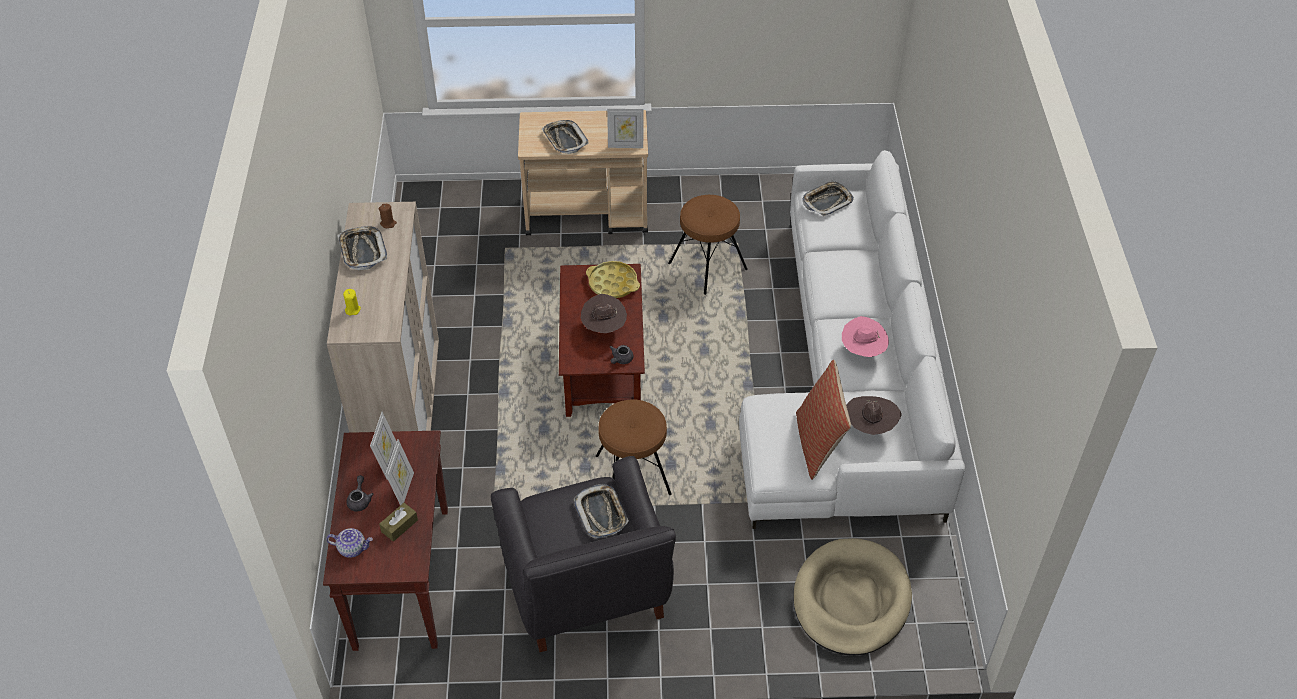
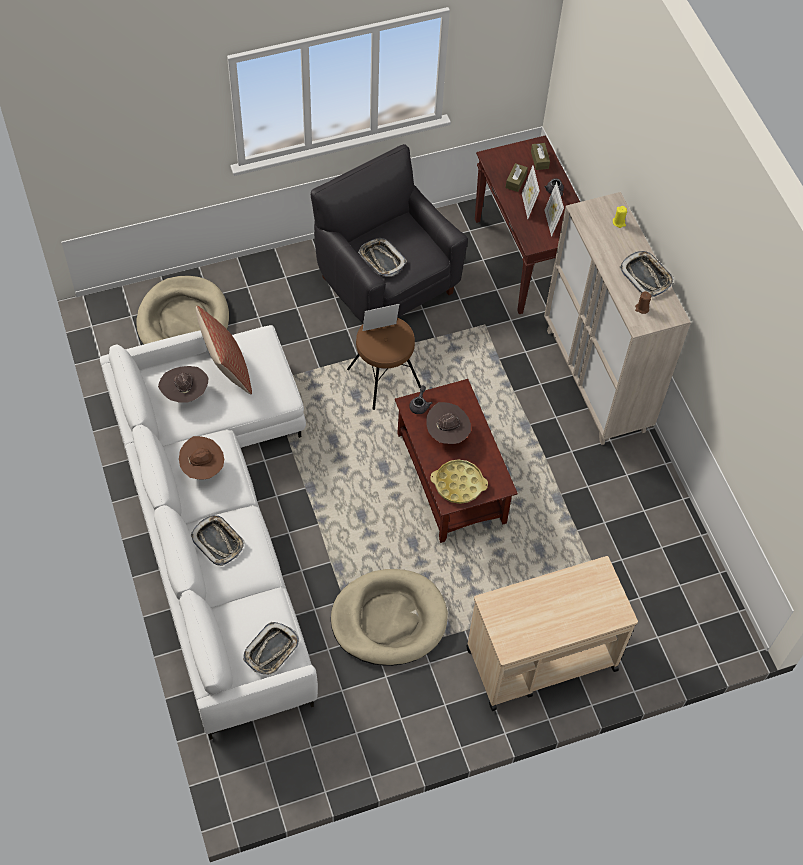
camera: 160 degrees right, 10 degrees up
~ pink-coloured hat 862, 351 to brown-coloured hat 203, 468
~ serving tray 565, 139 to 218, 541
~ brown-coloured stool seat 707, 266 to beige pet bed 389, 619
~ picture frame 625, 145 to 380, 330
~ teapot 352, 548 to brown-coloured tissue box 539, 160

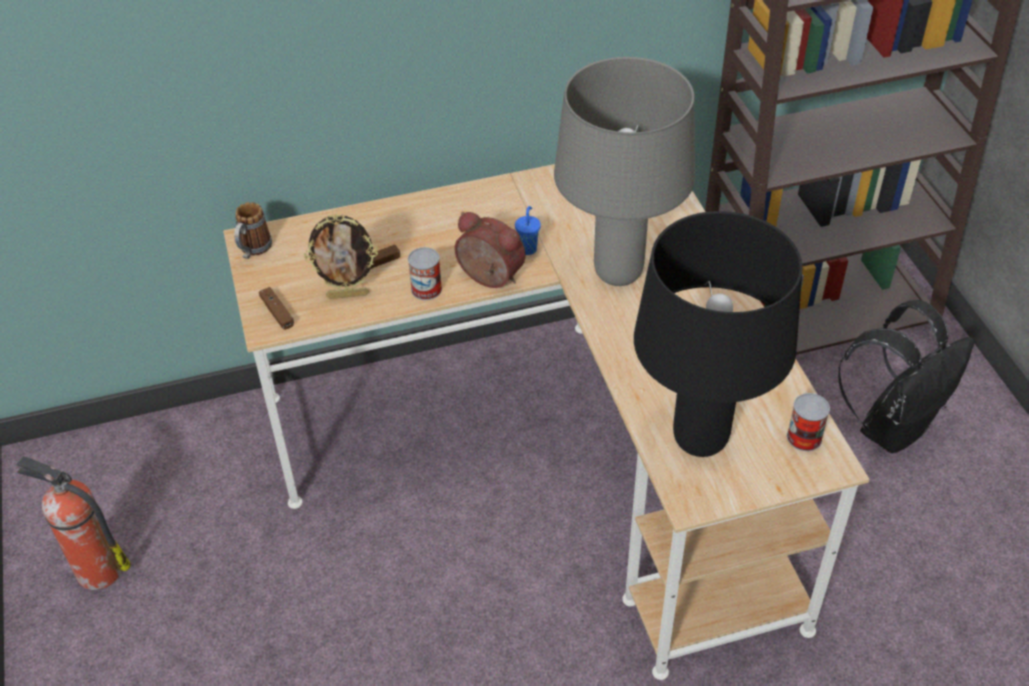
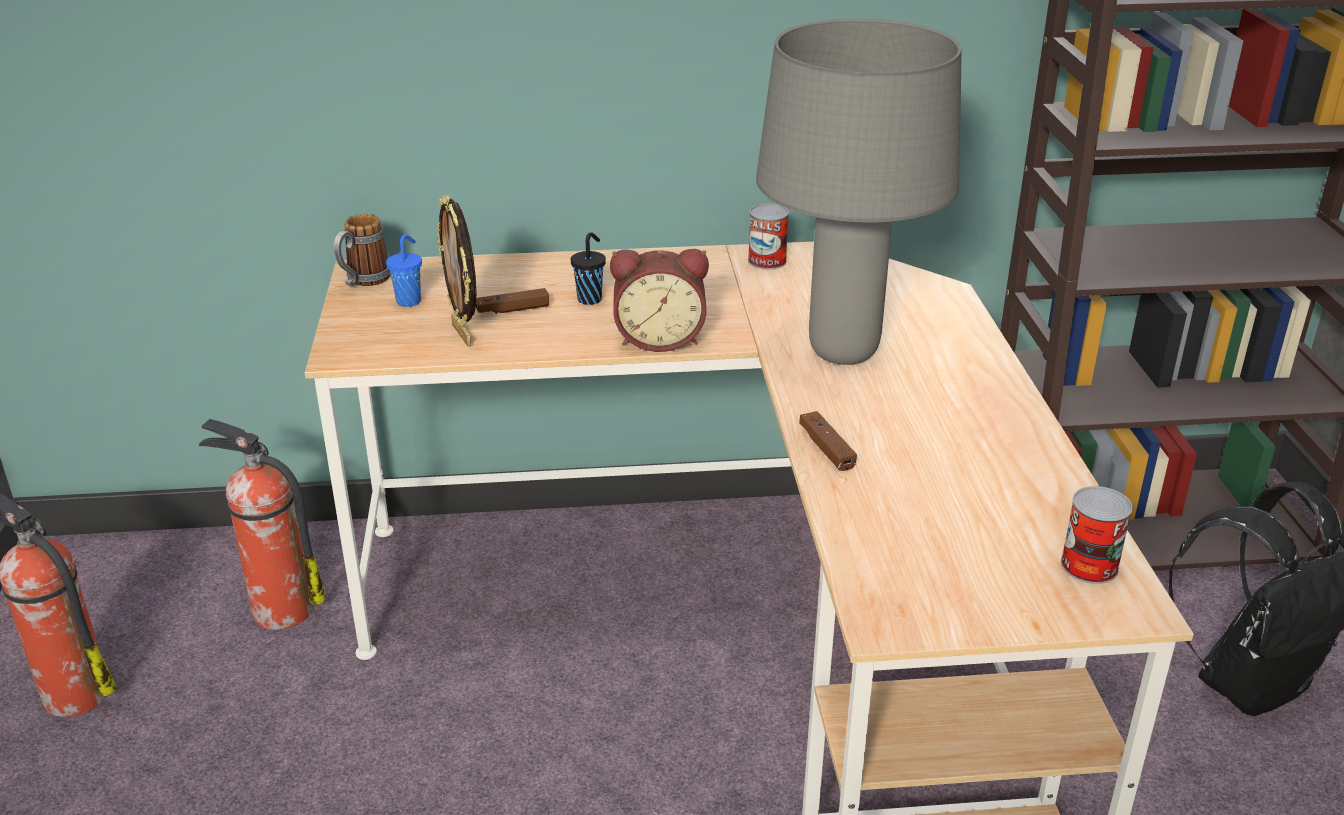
camera: 10 degrees right, 15 degrees down
+ extinguisher 279, 610
~ bluish drinking cup 528, 248 to 409, 301
~ picture frame 348, 294 = 463, 334 60 degrees clockwise
+ black drinking cup 590, 299
~ bedside clock 488, 279 = 659, 339 135 degrees clockwise
~ metal can 426, 289 to 767, 261
~ brown-coloured joypad 277, 312 to 826, 449
- black table lamp 698, 440

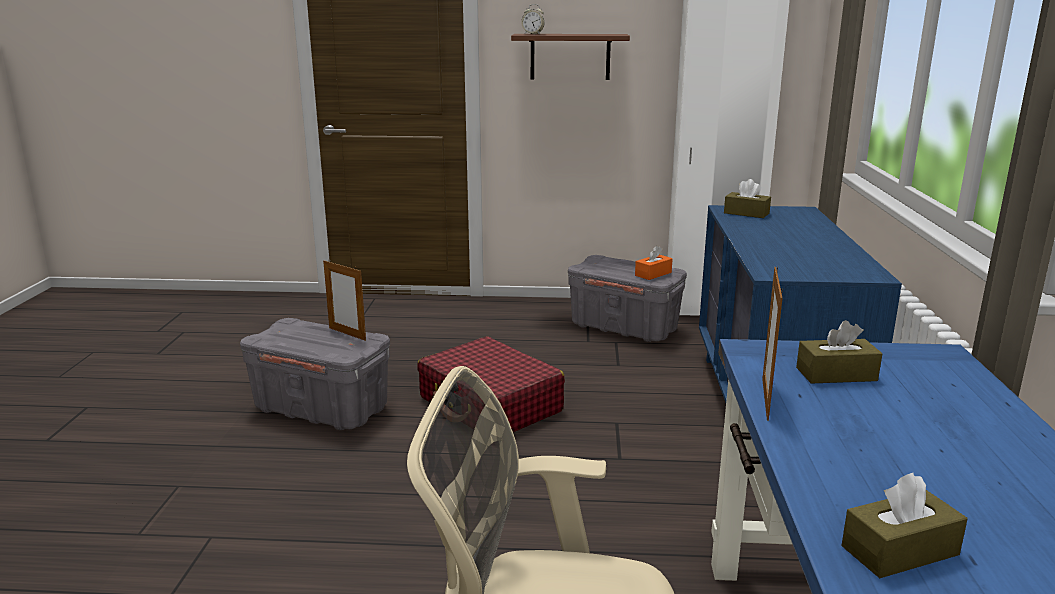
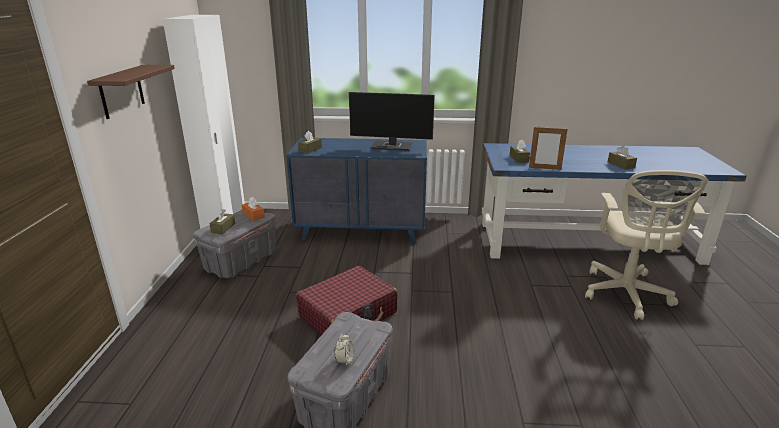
camera: 90 degrees left, 5 degrees up
+ brown-coloured tissue box 223, 228
~ bedside clock 533, 34 to 344, 360
+ computer display 393, 146
- picture frame 347, 334

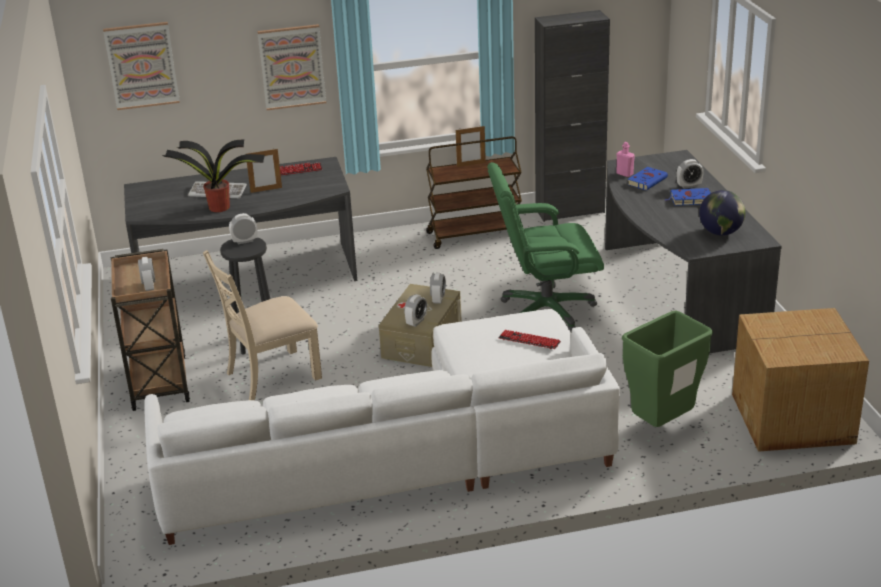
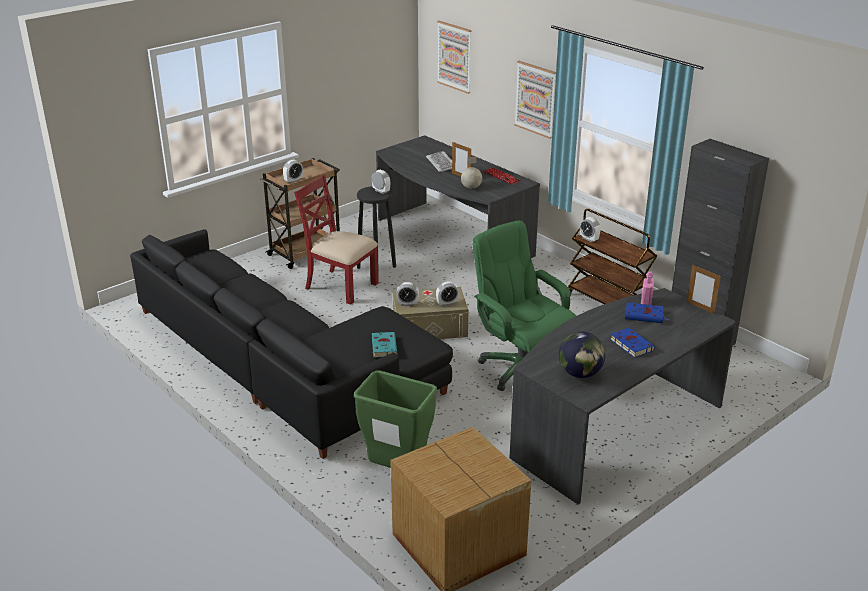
camera: 60 degrees right, 0 degrees up
~ white-coloured couch 409, 453 to black couch 283, 365
~ beige chair 272, 375 to reddish chair 340, 286
~ PC keyboard 529, 341 to turquoise volume 384, 346
+ globe 471, 187
~ bedside clock 689, 186 to 589, 239
~ picture frame 471, 164 to 700, 308
- potted plant 220, 207

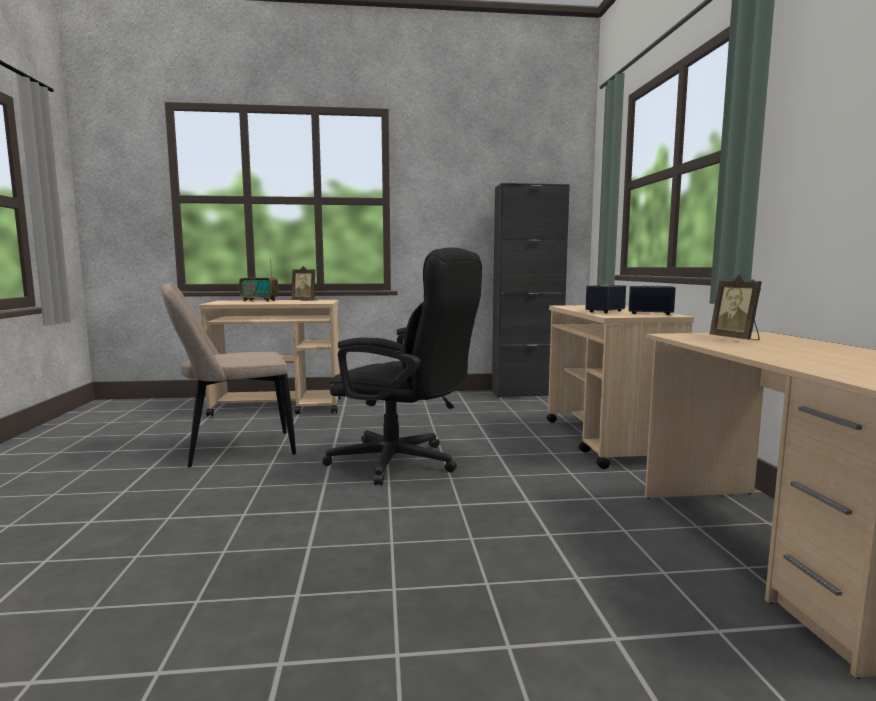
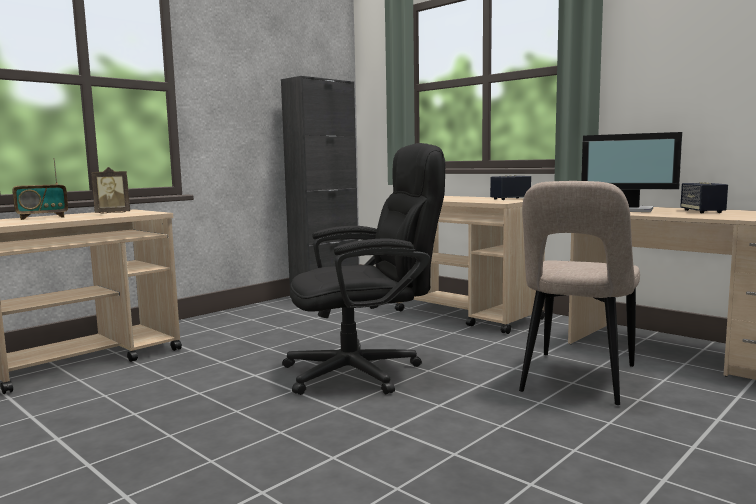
camera: 40 degrees left, 0 degrees up
~ beige chair 235, 450 to 576, 381
~ picture frame 736, 339 to computer display 630, 210
~ speaker 605, 311 to 702, 211

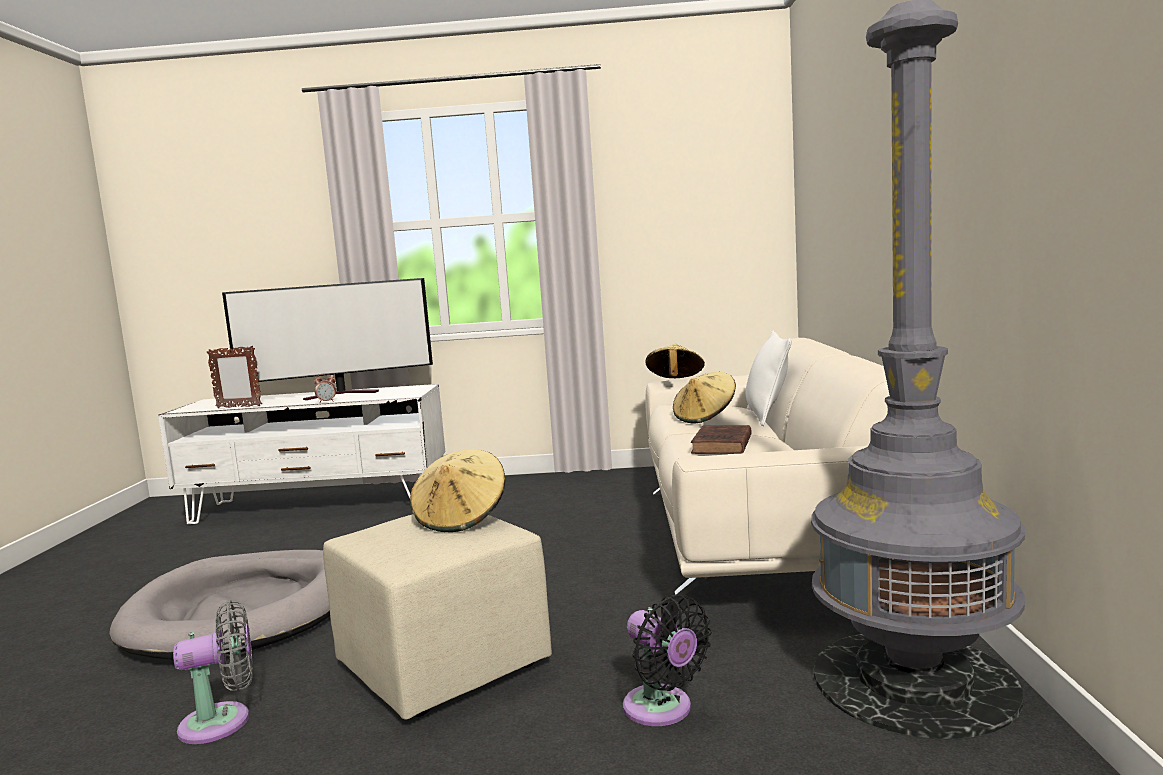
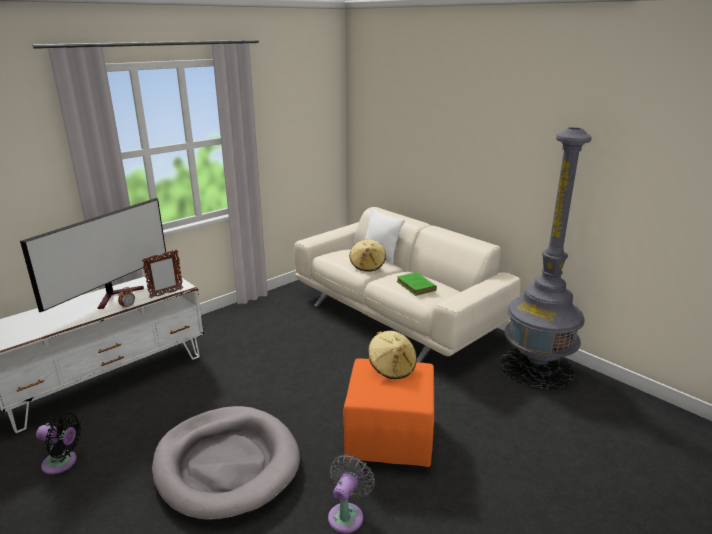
camera: 45 degrees left, 15 degrees up
~ black cooling fan 662, 710 to 62, 463
~ picture frame 238, 407 to 166, 293
~ beige pouffe 445, 666 to orange pouffe 390, 438
~ brown-coloured volume 721, 445 to green-coloured volume 416, 286
- beige hat 675, 381

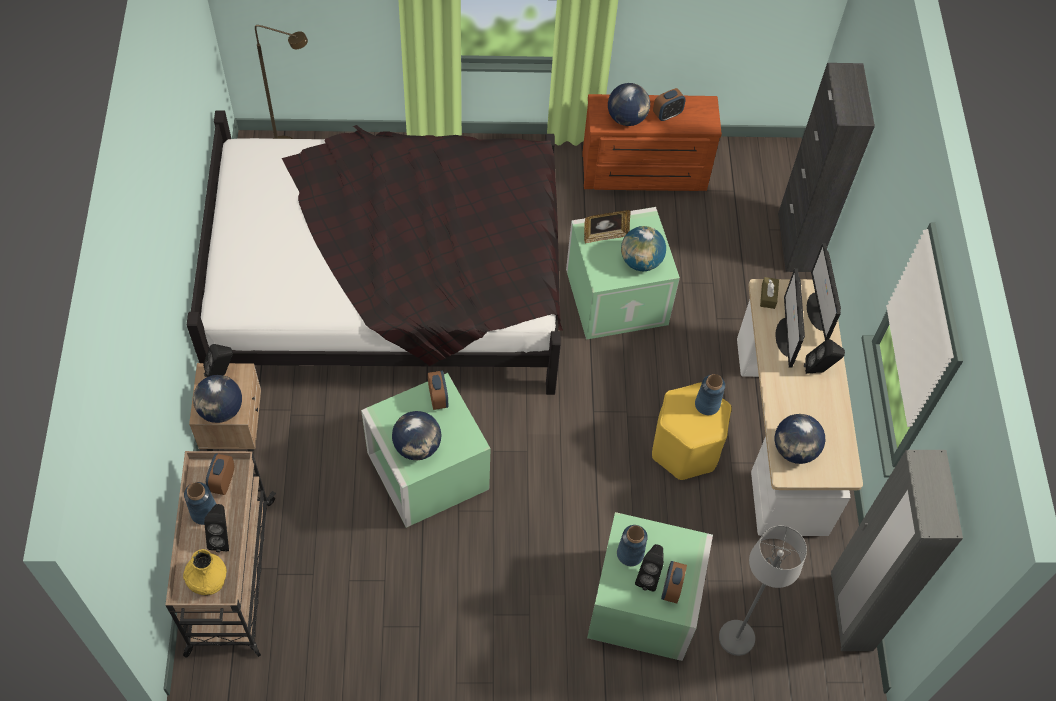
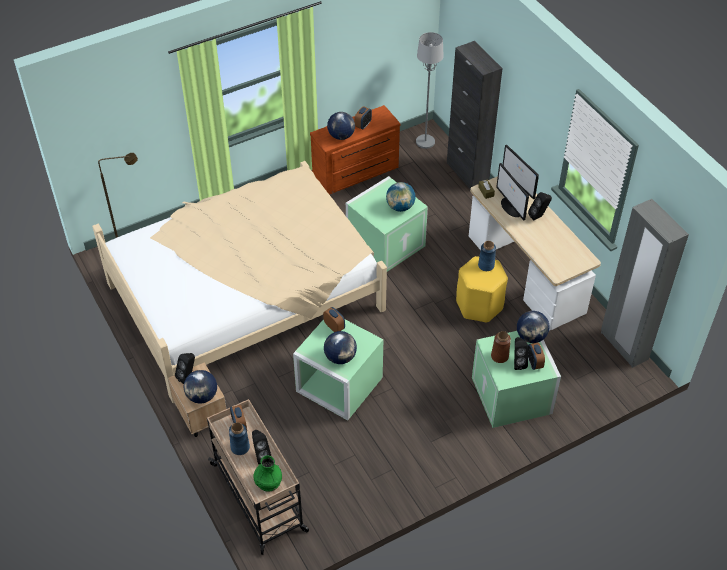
camera: 25 degrees left, 10 degrees down
~ black bedroom bed 390, 285 to beige bedroom bed 246, 295
~ yellowish vase 207, 579 to green-coloured vase 268, 481
~ gray floor lamp 736, 637 to 425, 142
~ bluish vase 630, 554 to brown-coloured vase 499, 356
~ globe 795, 450 to 531, 337
- picture frame 605, 236

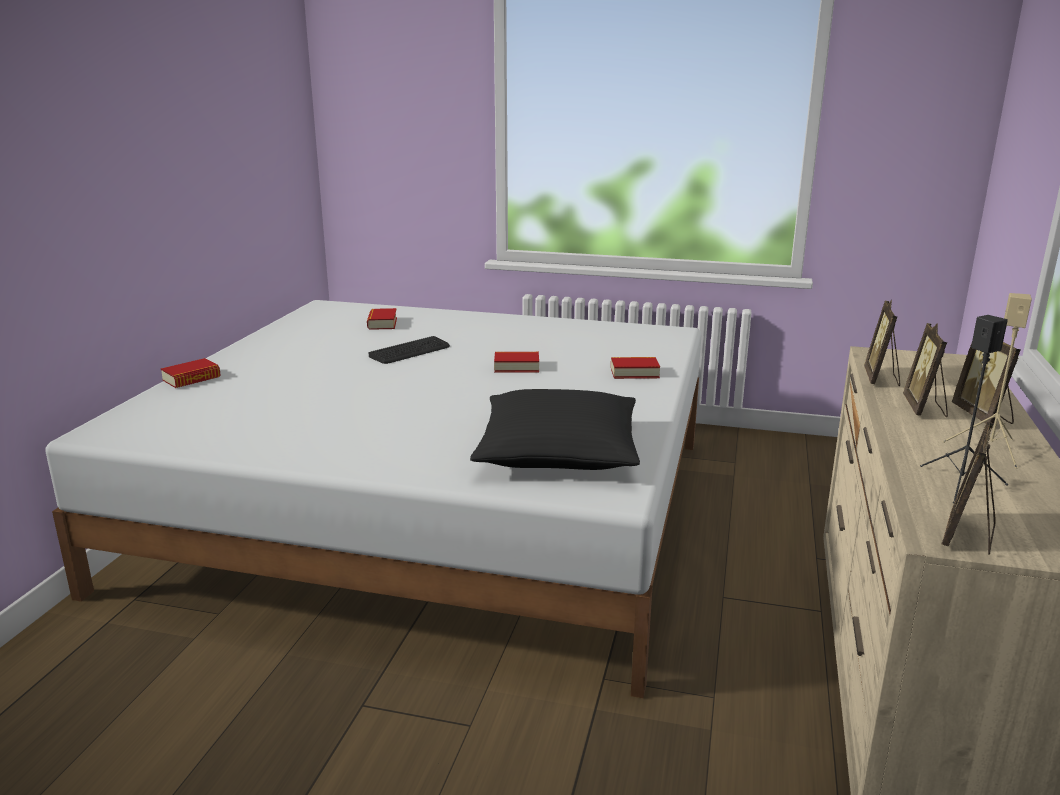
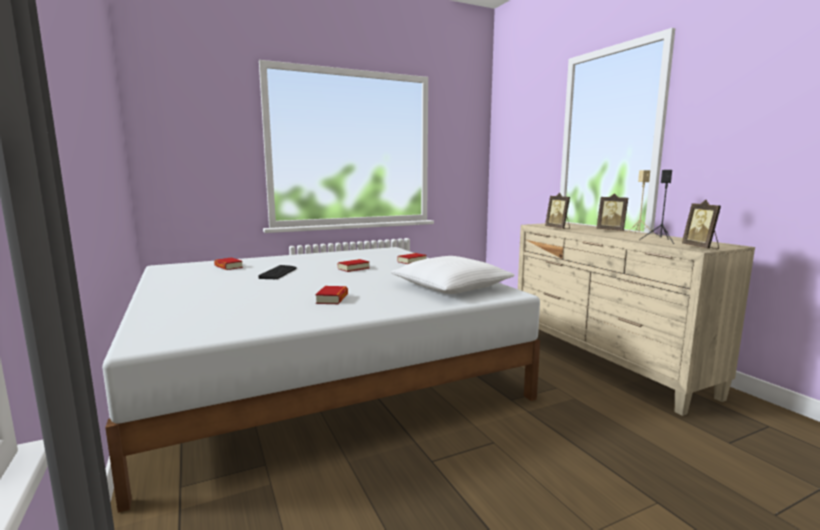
camera: 40 degrees left, 10 degrees down
~ volume 191, 378 to 332, 299
~ black cushion 558, 450 to white-coloured cushion 451, 287
- picture frame 924, 408

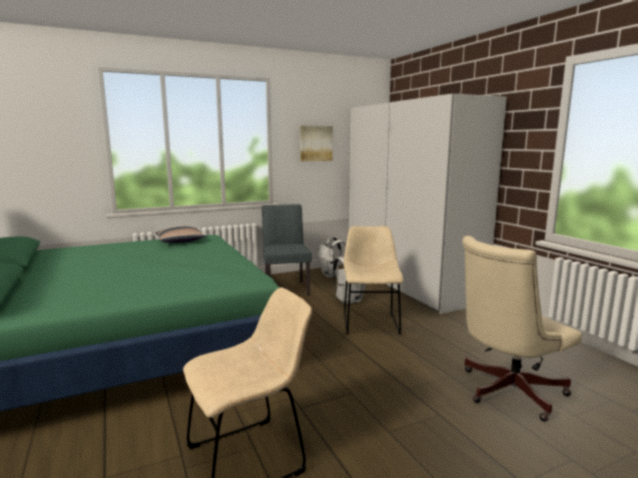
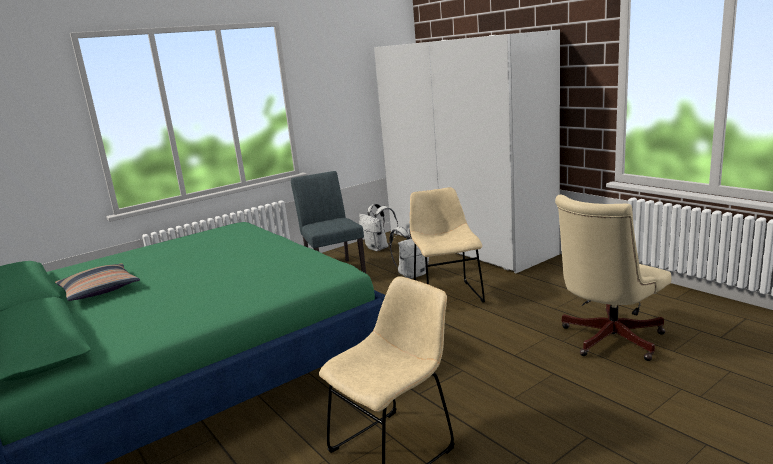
camera: 10 degrees left, 5 degrees up
~ cushion 180, 241 to 99, 290
- wall art 316, 143

